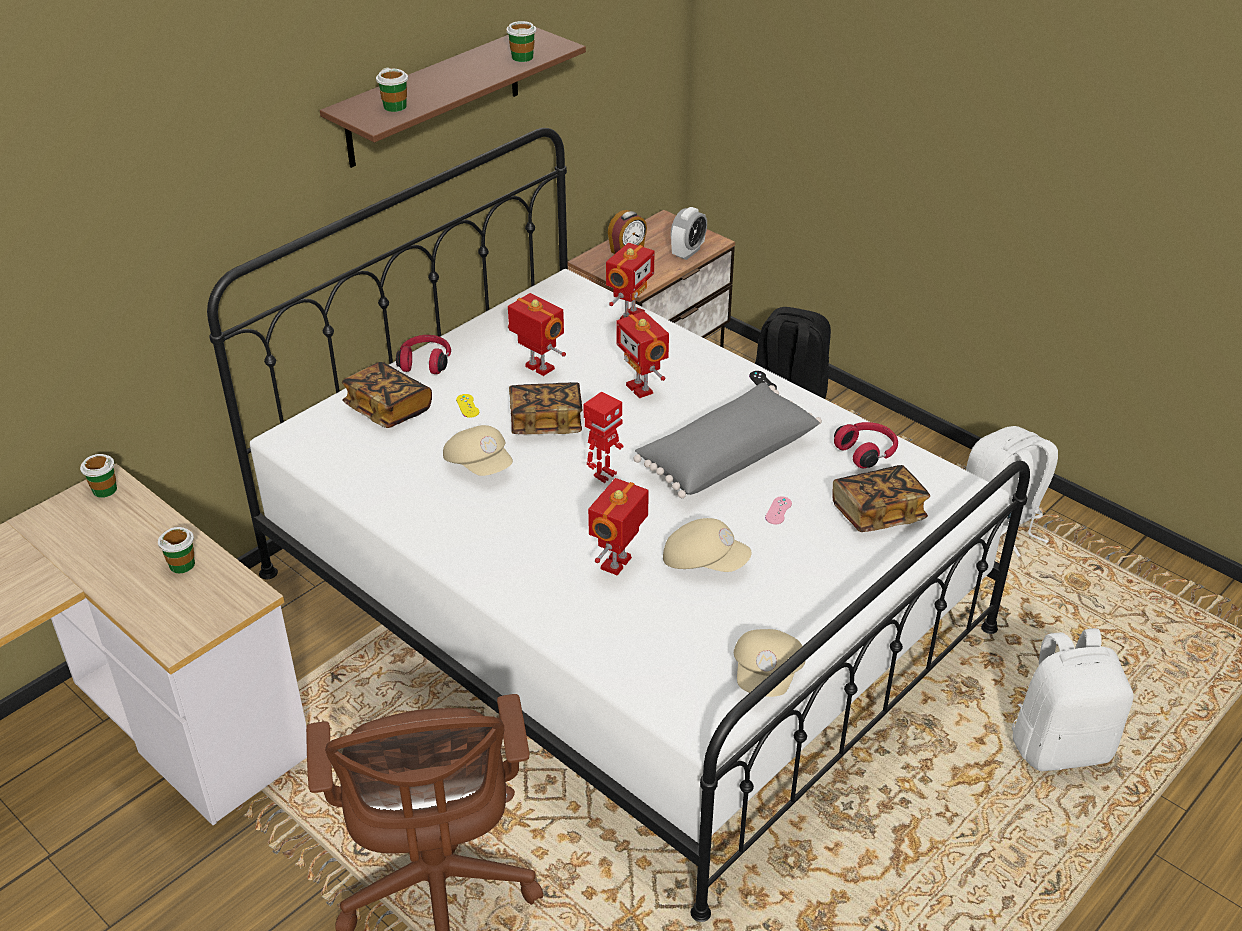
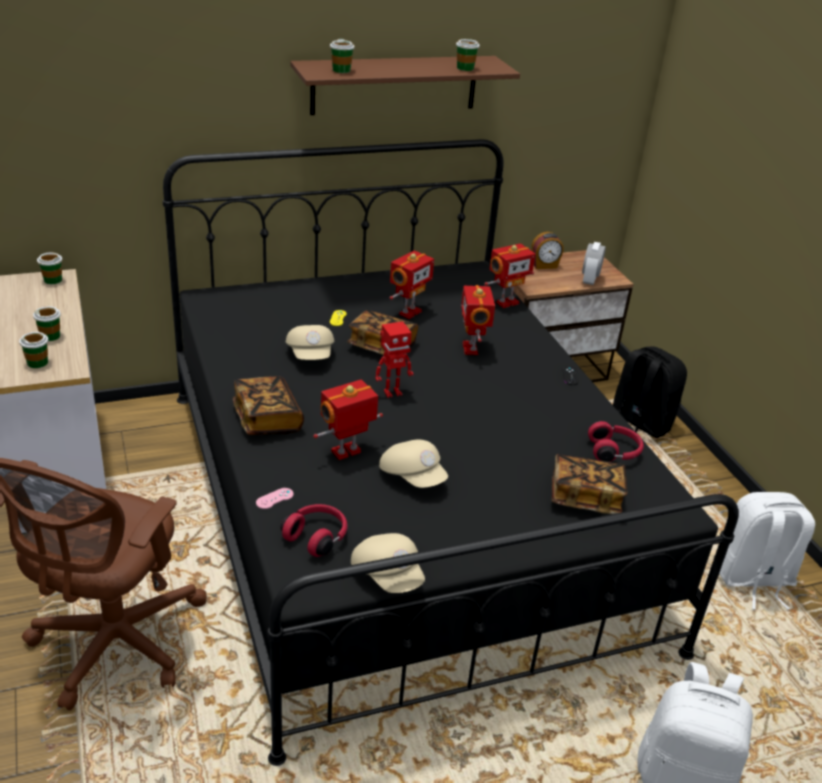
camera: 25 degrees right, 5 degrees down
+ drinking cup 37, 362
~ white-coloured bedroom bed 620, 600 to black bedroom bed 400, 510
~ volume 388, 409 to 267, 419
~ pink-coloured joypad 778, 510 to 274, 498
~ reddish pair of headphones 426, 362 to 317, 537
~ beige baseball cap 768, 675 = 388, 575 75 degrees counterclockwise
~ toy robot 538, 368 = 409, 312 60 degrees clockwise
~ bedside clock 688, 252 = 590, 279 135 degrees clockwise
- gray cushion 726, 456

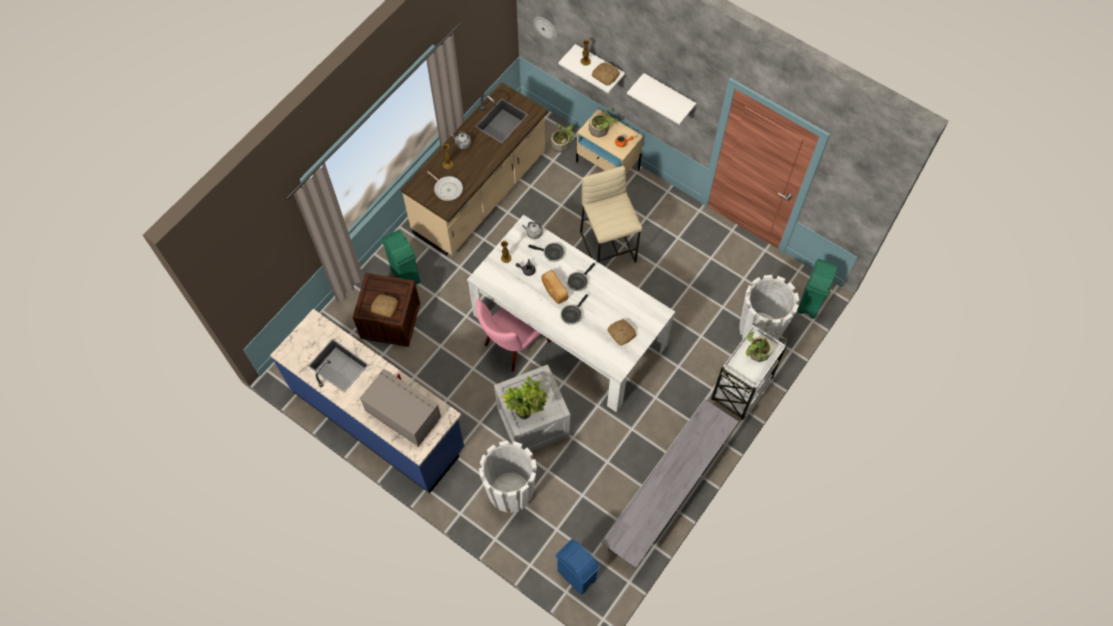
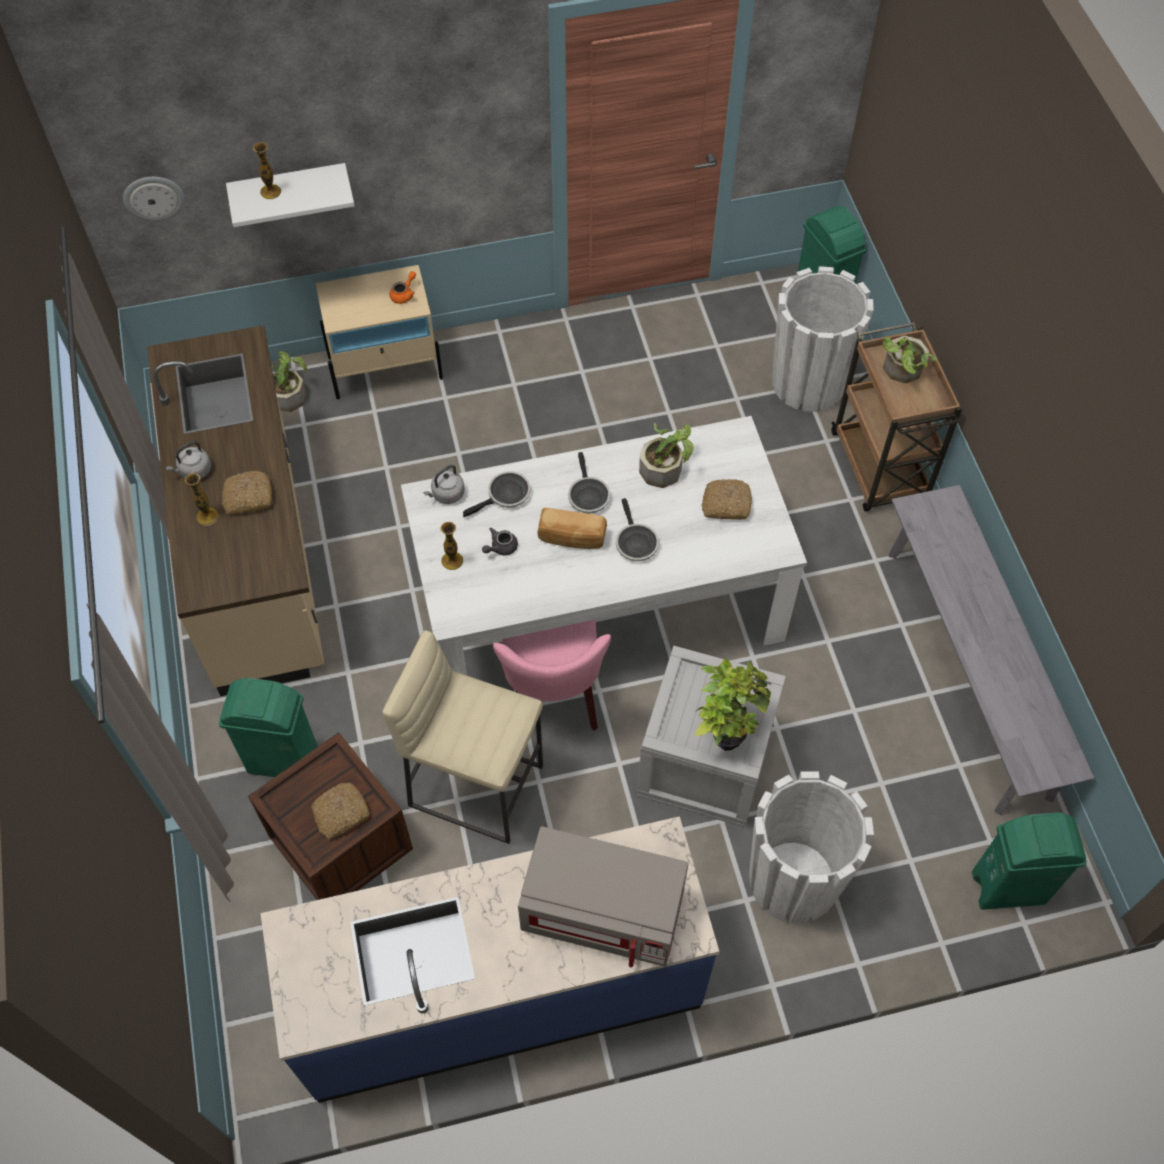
camera: 50 degrees left, 5 degrees down
~ bread 605, 76 to 248, 498
~ beige stool seat 608, 247 to 477, 784
~ gray microwave 402, 415 = 604, 910 150 degrees counterclockwise
~ potted plant 601, 130 to 665, 467
~ white-coloured trolley 741, 389 to brown-coloured trolley 880, 468
~ bluish trash can 576, 576 to green-coloured trash can 1009, 888
- skillet 447, 189
- white-coloured shelf 668, 95

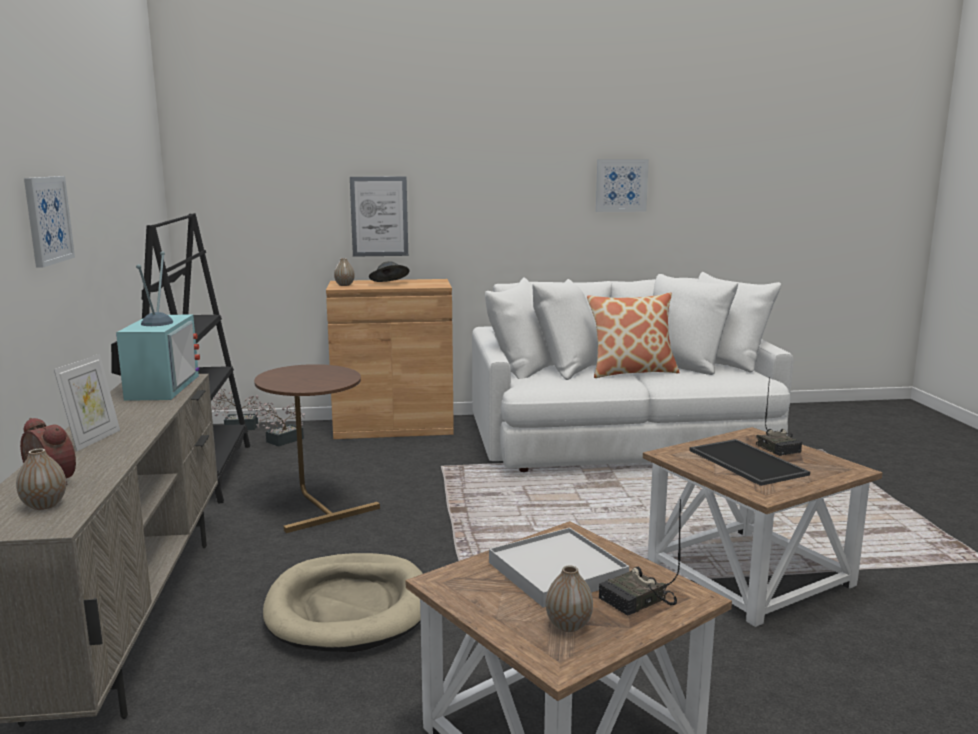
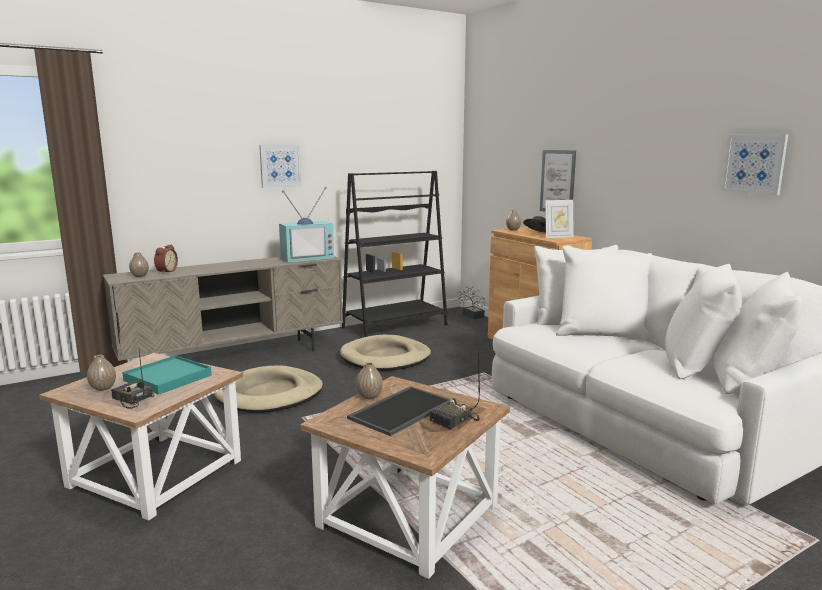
camera: 65 degrees right, 0 degrees up
~ white-coloured serving tray 557, 571 to turquoise serving tray 167, 378
~ brown-coloured accent table 316, 504 to beige pet bed 386, 358
+ vase 369, 396
~ picture frame 93, 440 to 558, 237
- potted plant 281, 441
- cushion 631, 372

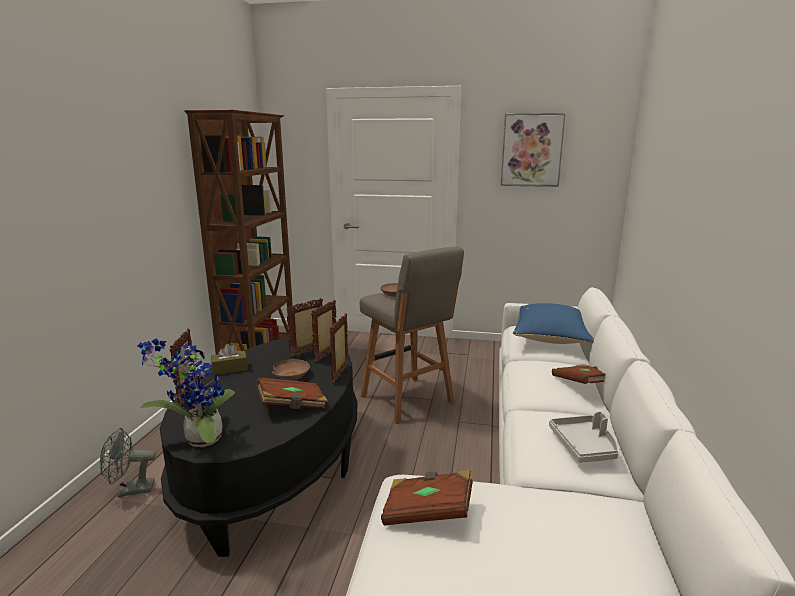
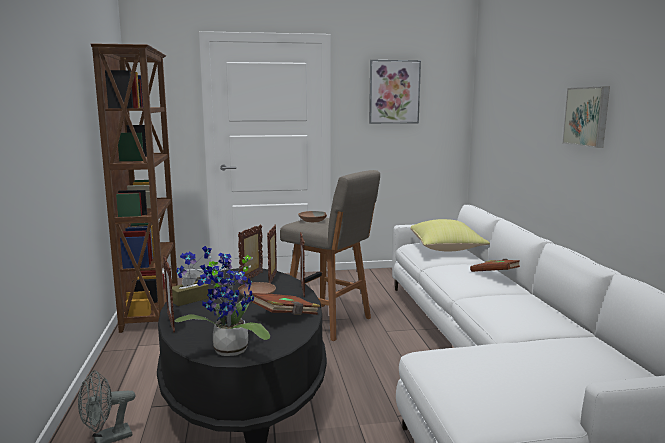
camera: 20 degrees left, 5 degrees down
~ bluish cushion 552, 339 to yellowish cushion 447, 249
+ wall art 587, 116
- brown-coloured volume 427, 512
- gray serving tray 584, 446

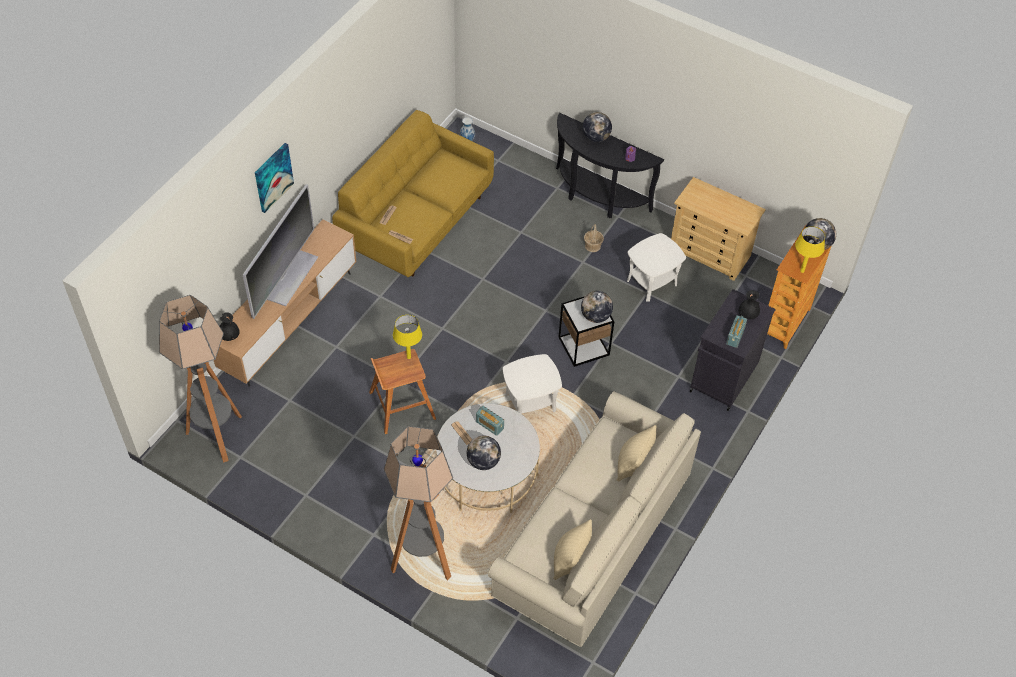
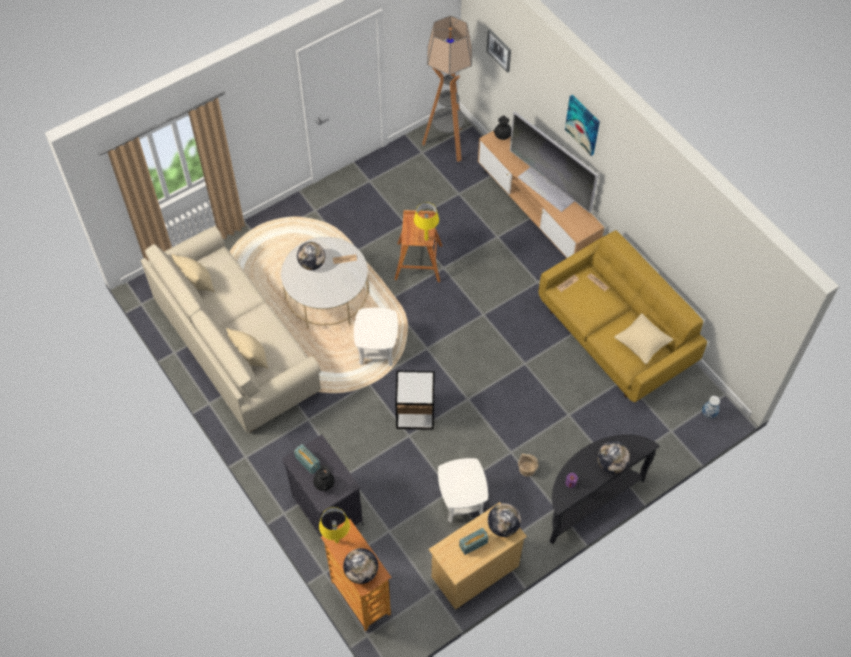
camera: 115 degrees right, 5 degrees up
~ radio set 489, 425 to 473, 544
+ wall art 499, 50
~ globe 595, 316 to 503, 526
+ beige cushion 642, 344
- floor lamp 423, 559

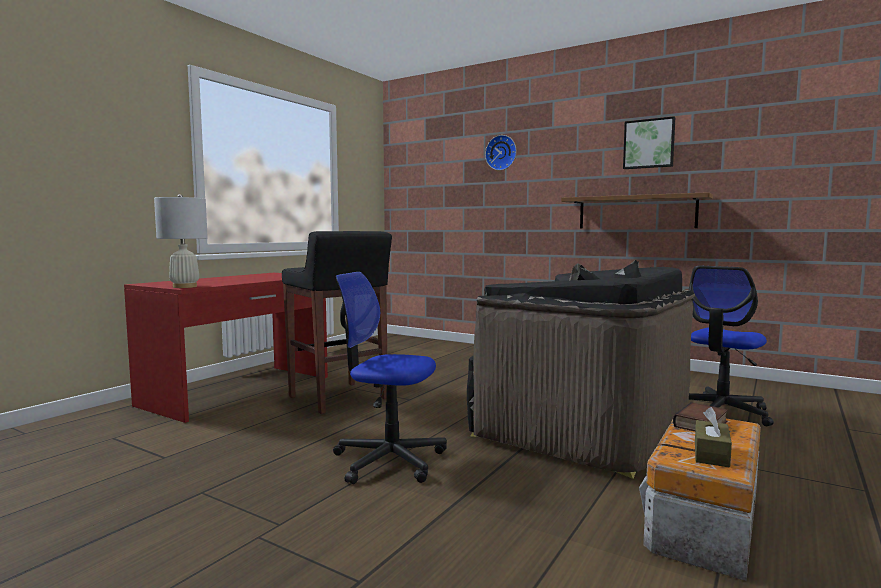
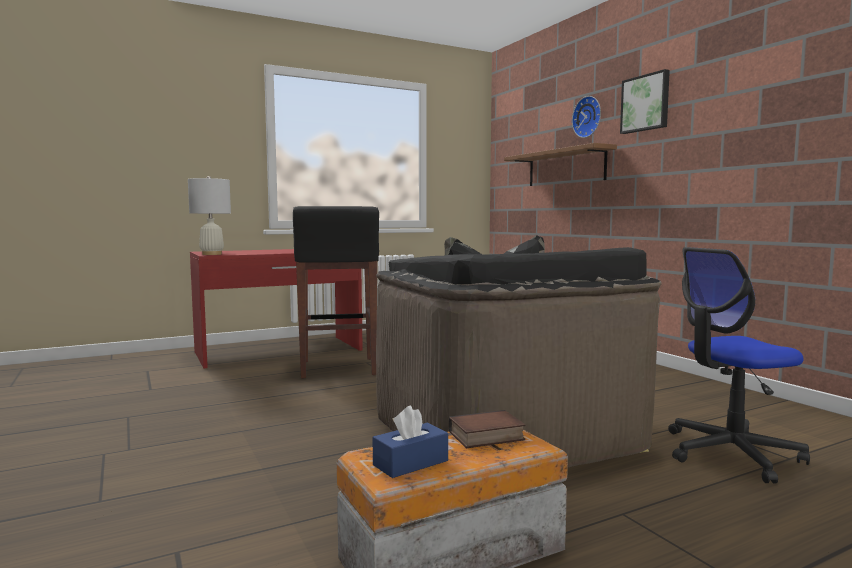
camera: 30 degrees right, 0 degrees up
~ brown-coloured tissue box 711, 454 to bluish tissue box 410, 463
~ brown-coloured shelf 636, 212 to 565, 167
~ wall art 649, 144 to 646, 103
- desk chair 389, 460

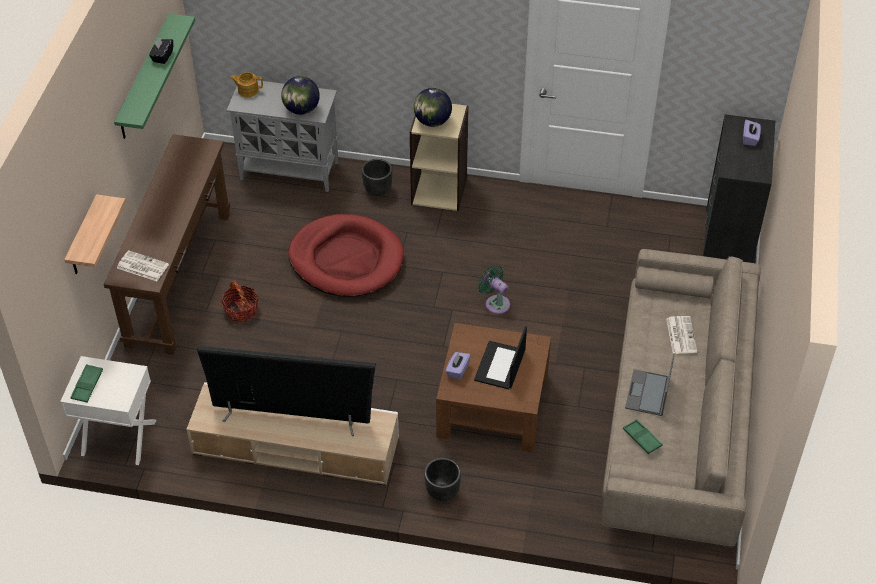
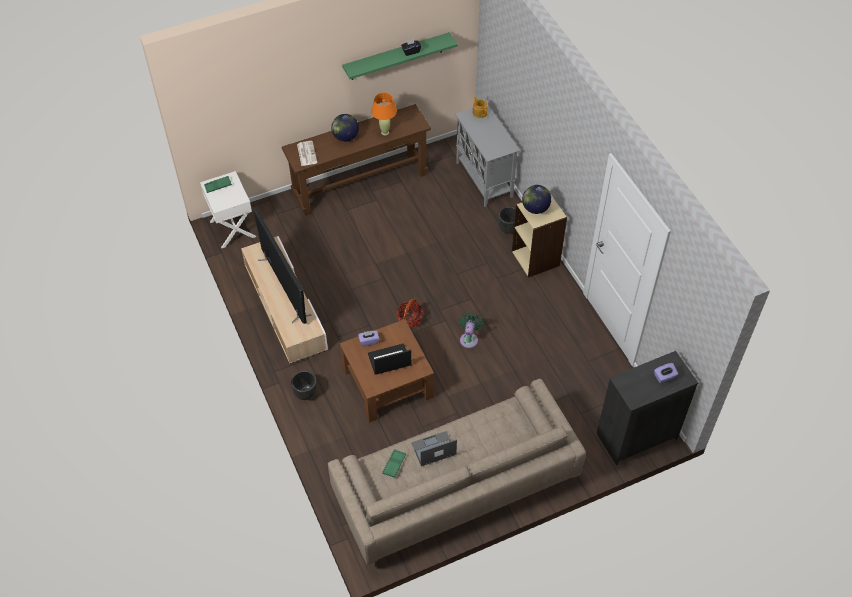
camera: 55 degrees right, 5 degrees up
~ globe 301, 109 to 345, 137
+ orange table lamp 385, 132
~ basket 241, 310 to 410, 319
- shelf 83, 238
- reddish pet bed 346, 259
- daily paper 680, 335

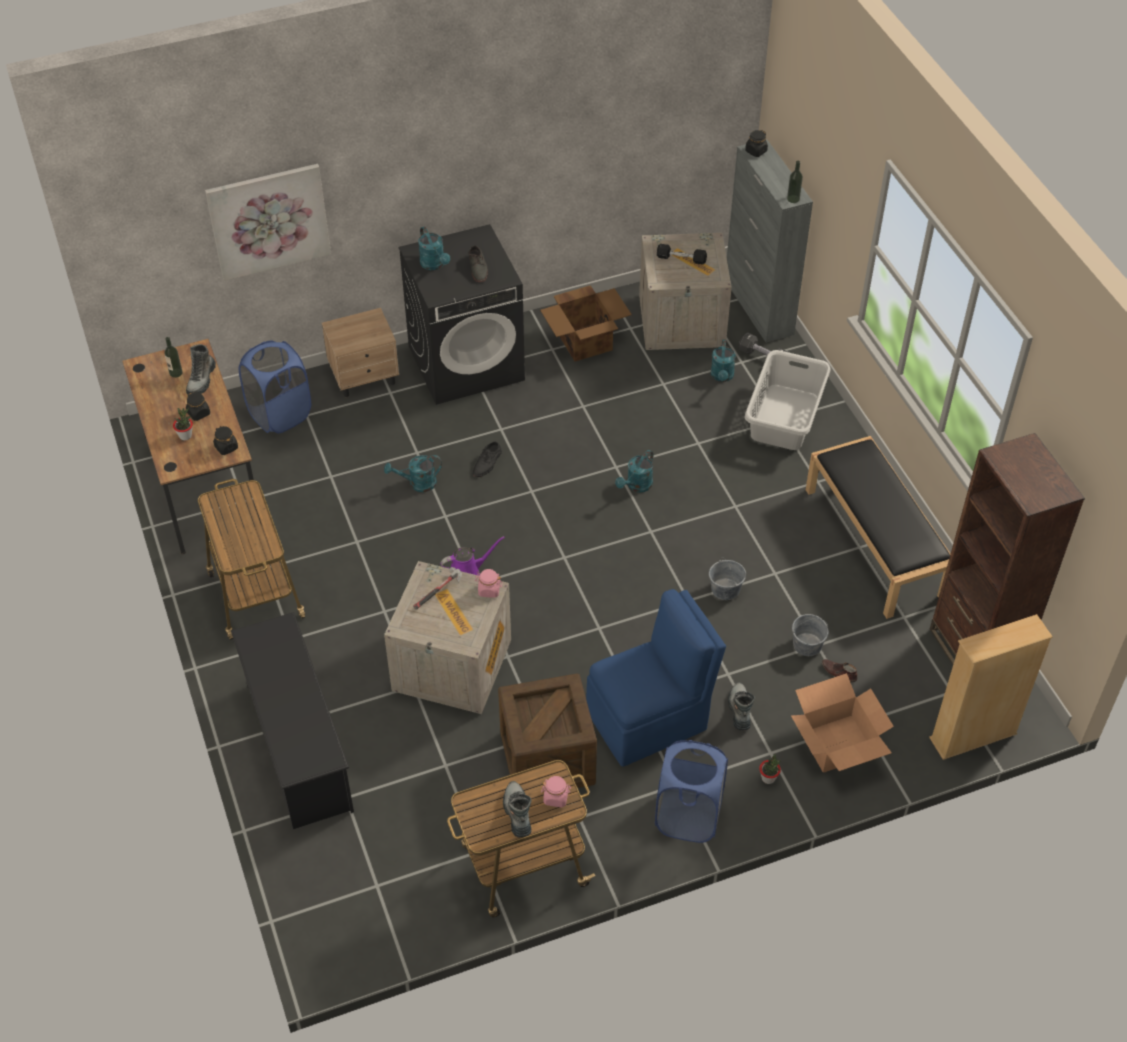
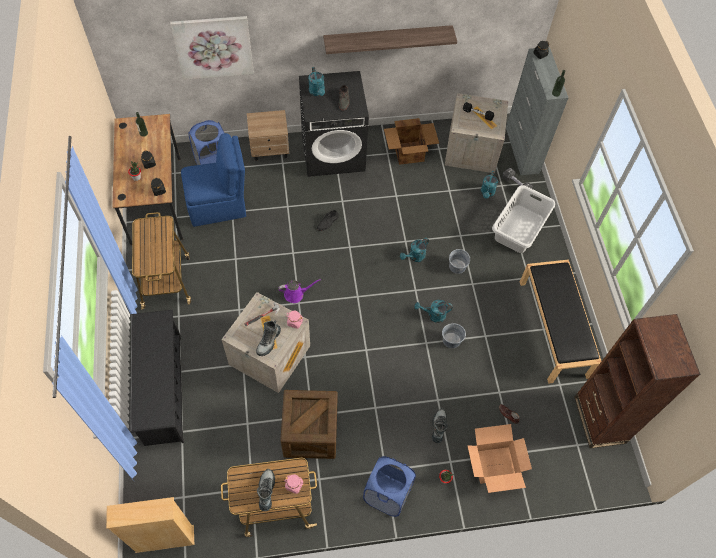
camera: 10 degrees right, 10 degrees up
~ beige bookcase 973, 736 to 165, 539
~ bluish chair 650, 719 to 218, 205
~ tall boot 201, 380 to 268, 341
+ shelf 387, 38
~ turquoise watering pot 417, 484 to 433, 315
~ gray pail 807, 645 to 457, 266

